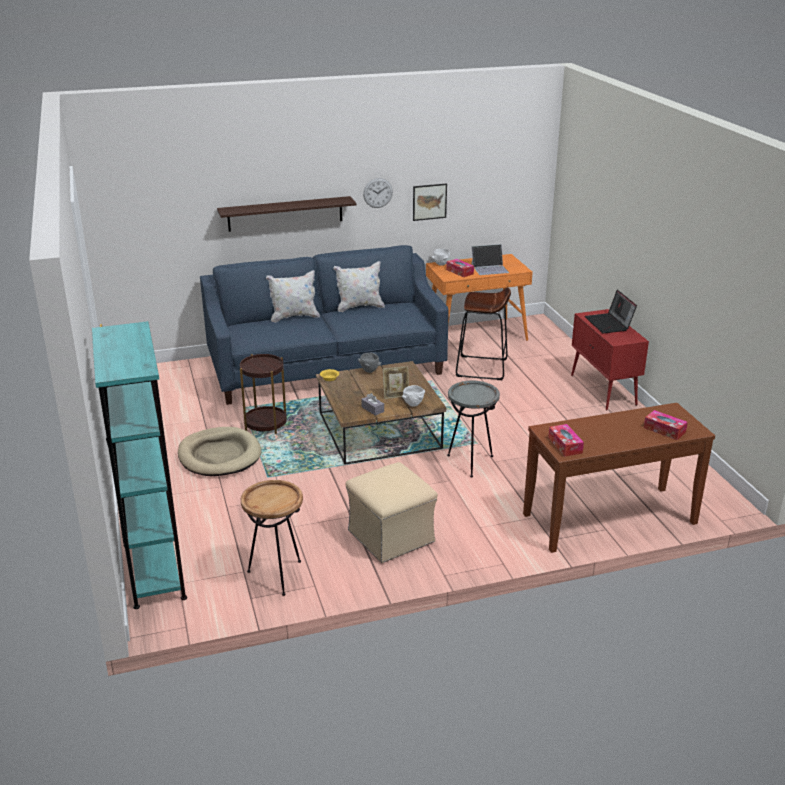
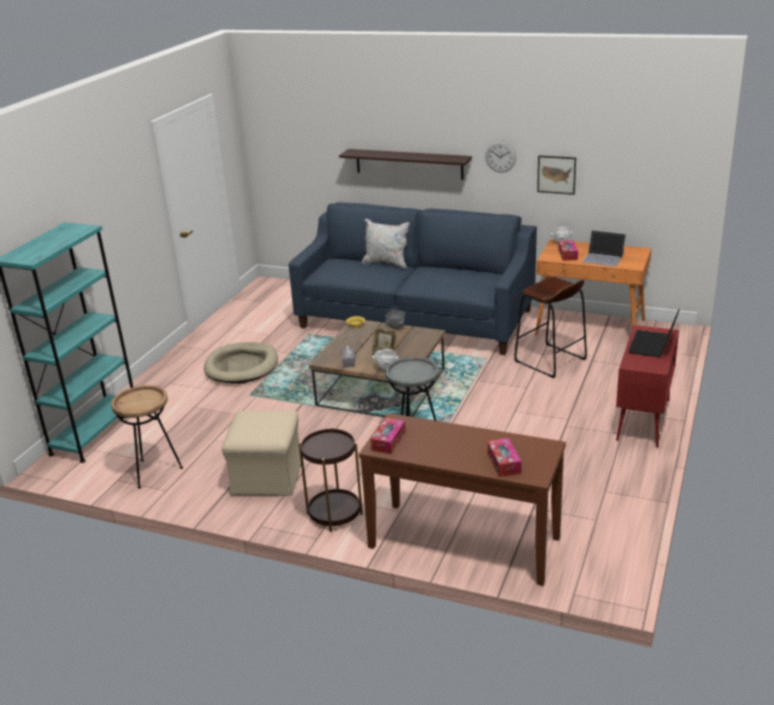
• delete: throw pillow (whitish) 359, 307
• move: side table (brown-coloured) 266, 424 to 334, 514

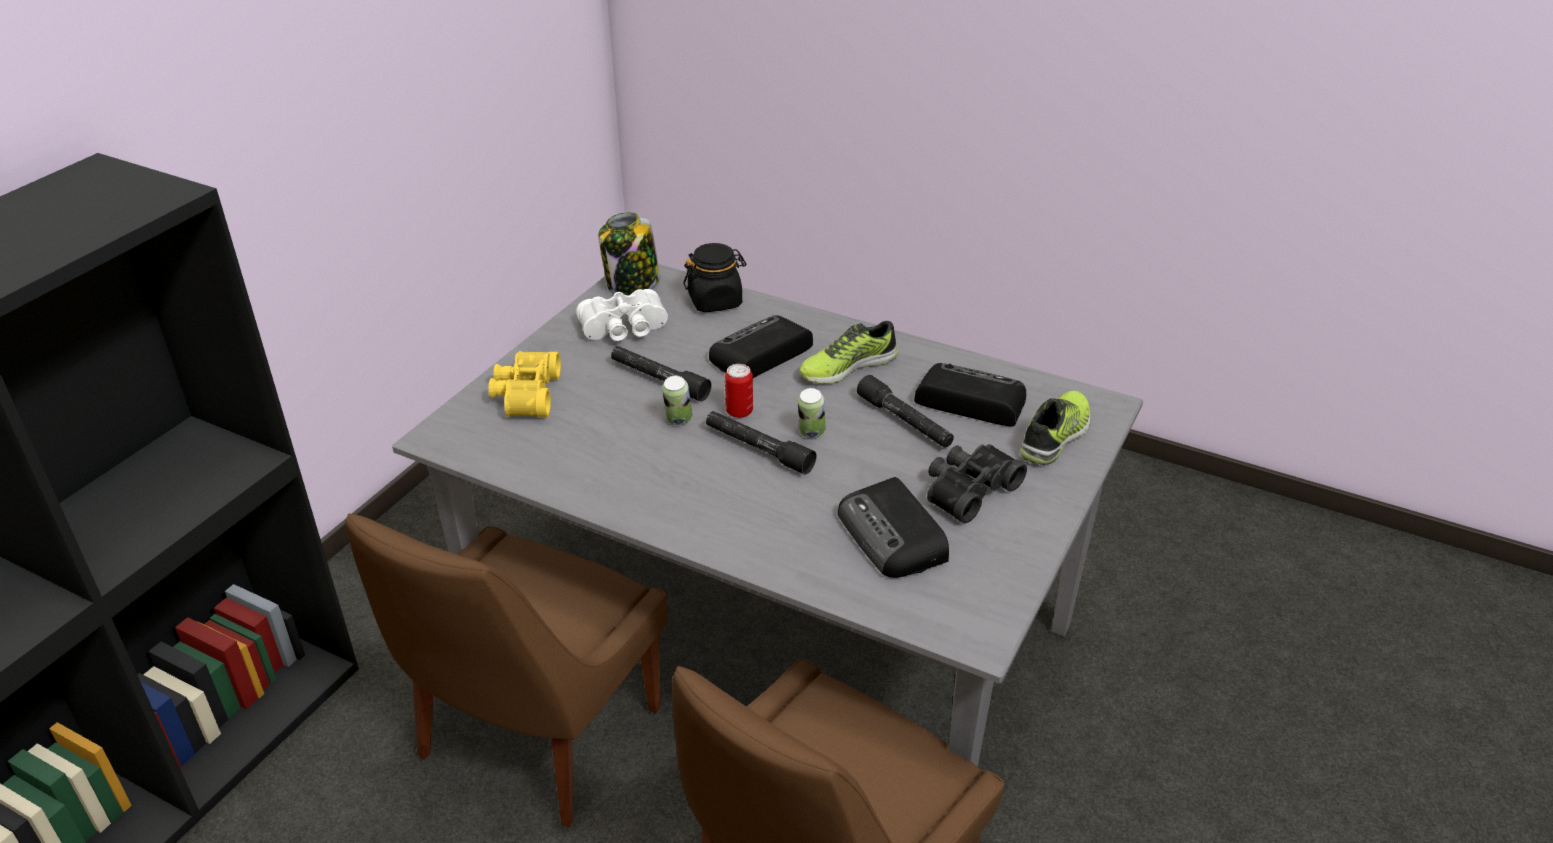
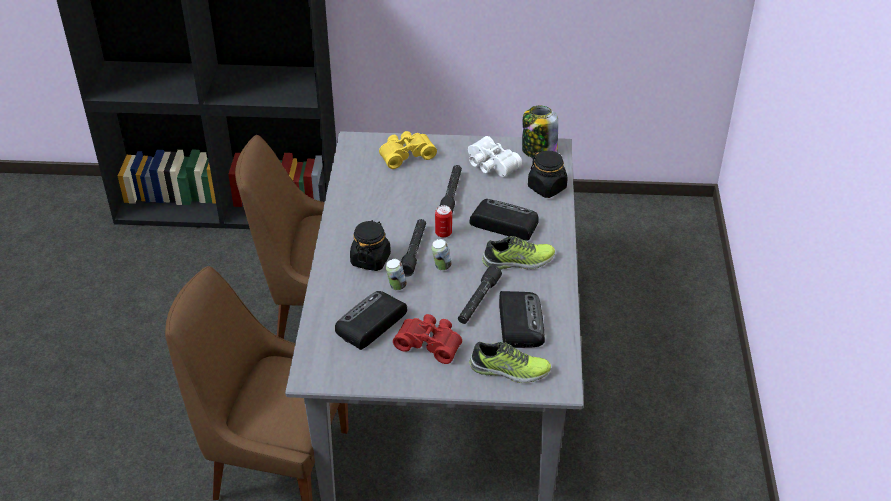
• insert: jar (black) 370, 259
• move: metal can 678, 421 to 396, 286
• recolor: binoculars (black) 967, 489 to binoculars (red) 430, 343
• rotate: shoe 847, 366 = 518, 261 135 degrees clockwise

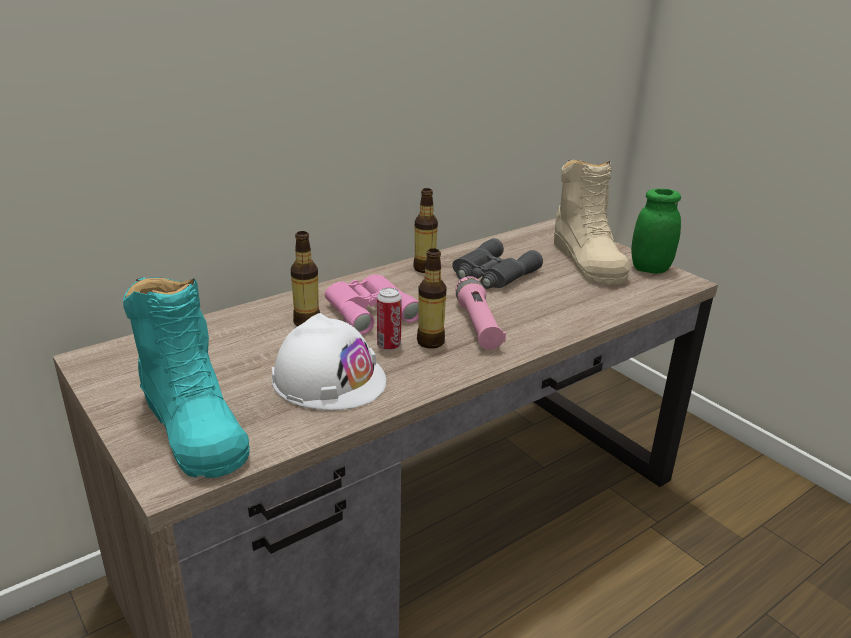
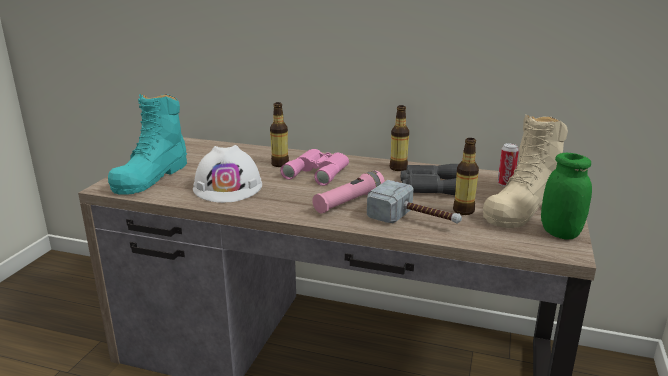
• insert: tool hammer 415, 220
• move: metal can 389, 346 to 505, 184
• move: bottle 430, 342 to 463, 211

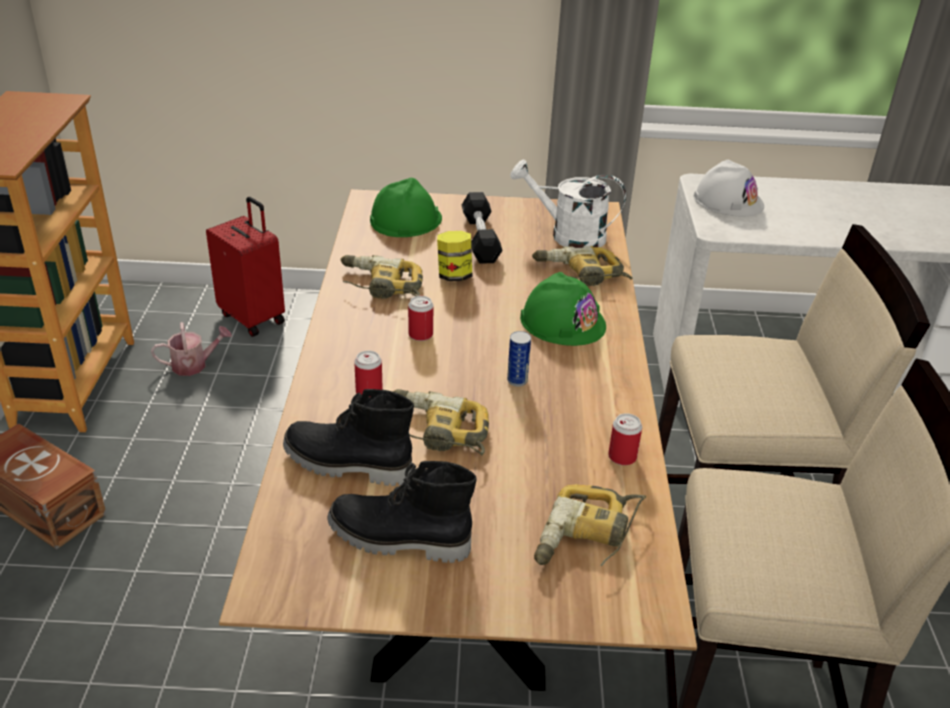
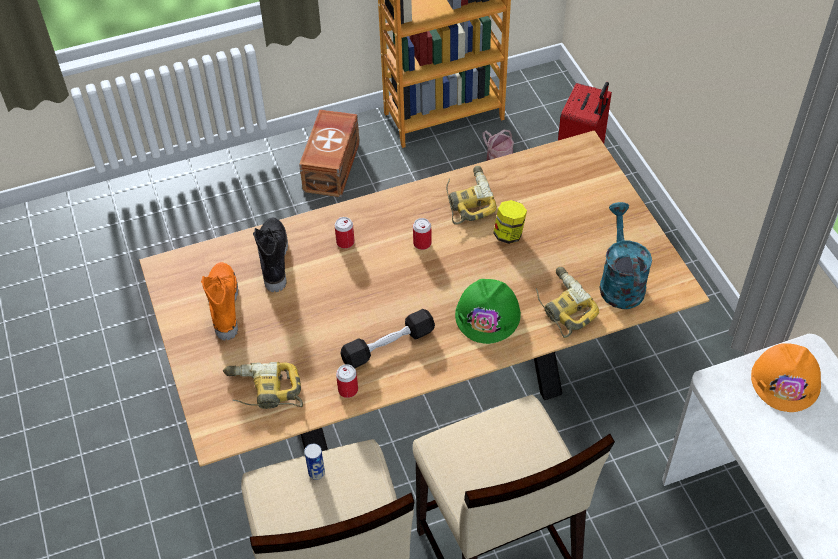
• delete: work helmet (greenish) 405, 219
• delete: power drill 436, 431
• move: free weight (black) 480, 238 to 388, 346
• move: metal can 517, 380 to 316, 473
• recolor: high-top boot (black) 398, 540 to high-top boot (orange-coloured) 223, 305
• recolor: watering pot (whitish) 568, 235 to watering pot (blue-green) 620, 282
• recolor: work helmet (whitish) 728, 201 to work helmet (orange-coloured) 785, 380

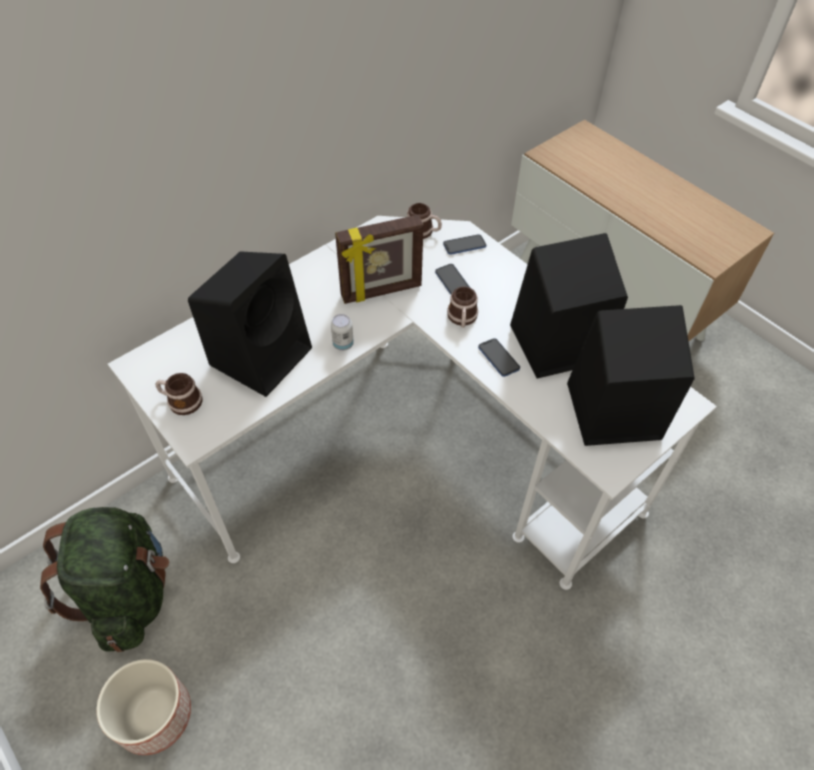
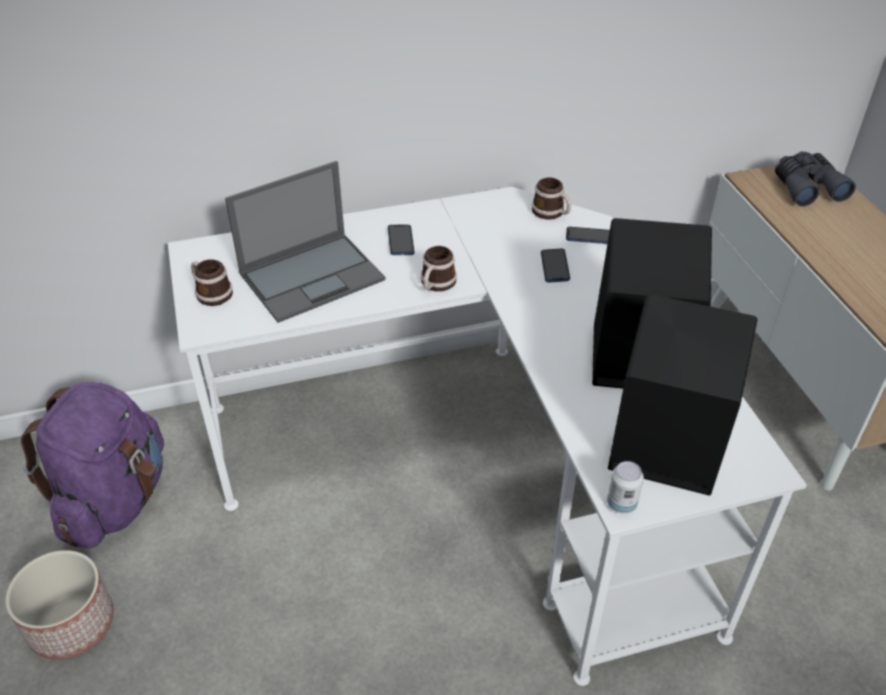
• delete: picture frame 381, 291
• insert: binoculars (gray) 806, 187
• move: metal can 343, 344 to 621, 504
• move: coffee mug 462, 319 to 436, 284
• move: handset 498, 358 to 400, 241
• replace: speaker (black) 262, 354 to notebook computer 313, 276
• recolor: backpack (greenish) 129, 593 to backpack (purplish) 115, 500

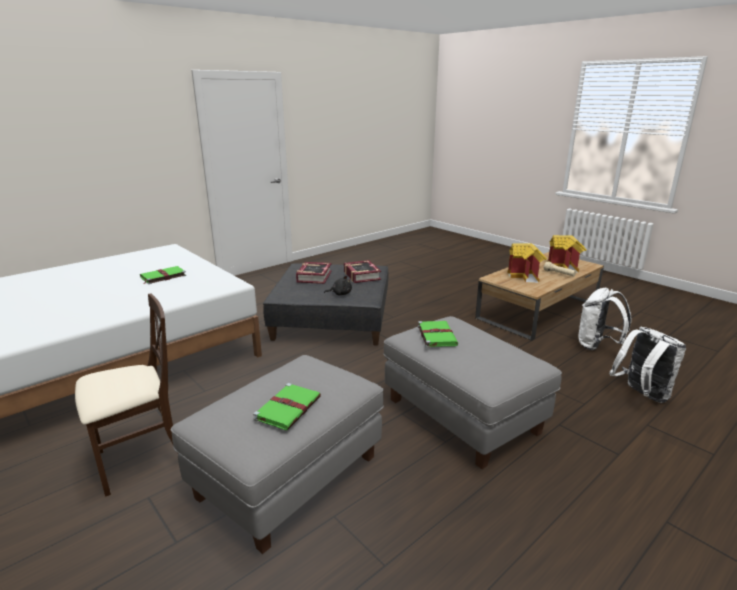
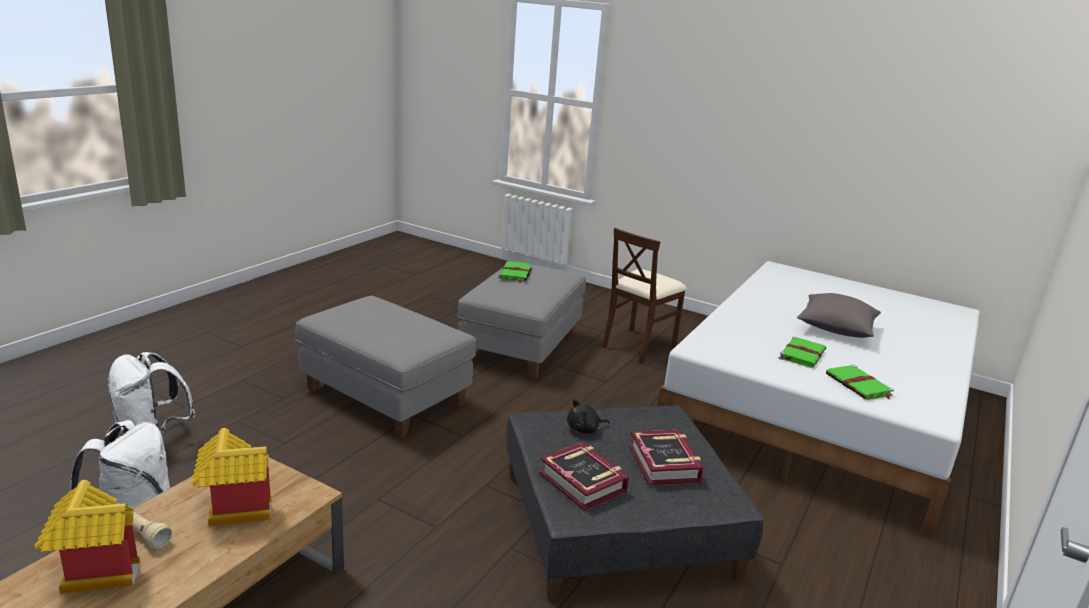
• insert: throw pillow (gray) 835, 329
• move: bound book (greenish) 436, 335 to 859, 385

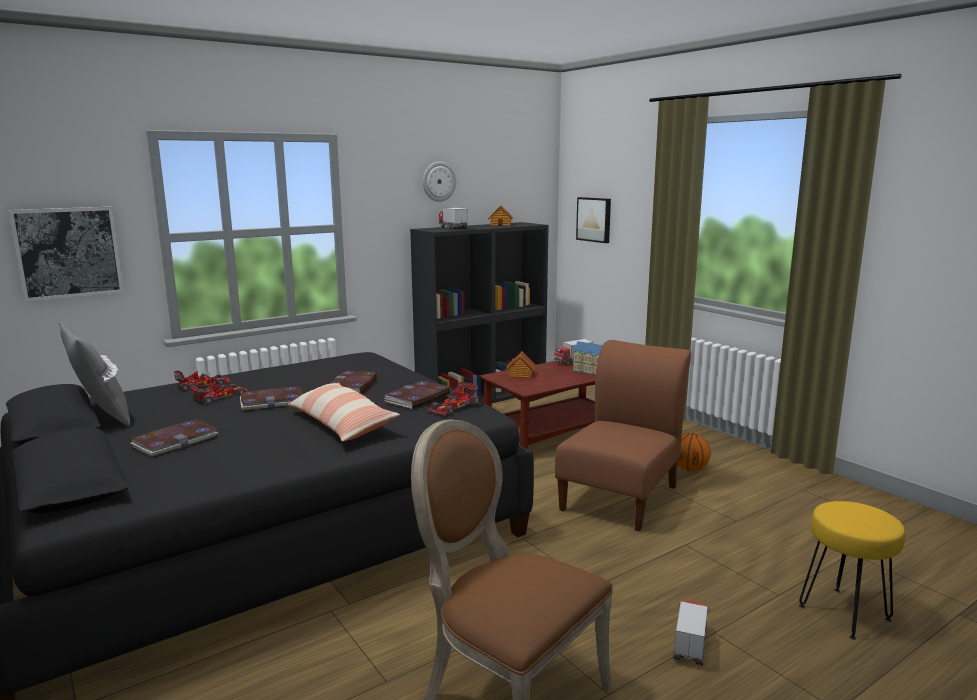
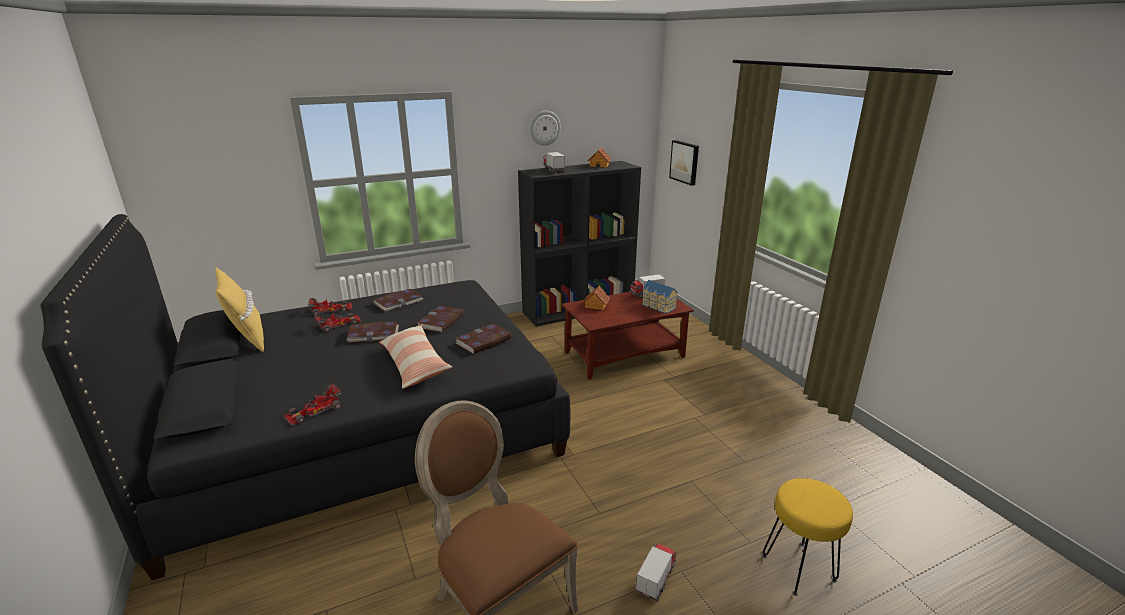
• delete: wall art 68, 252
• delete: plain chair (brown-coloured) 621, 496
• delete: ball for basketball 689, 469
• move: bound book 175, 441 to 398, 302
• move: toy car 453, 406 to 314, 410
• recolor: throw pillow (gray) 101, 416 to throw pillow (yellowish) 247, 339

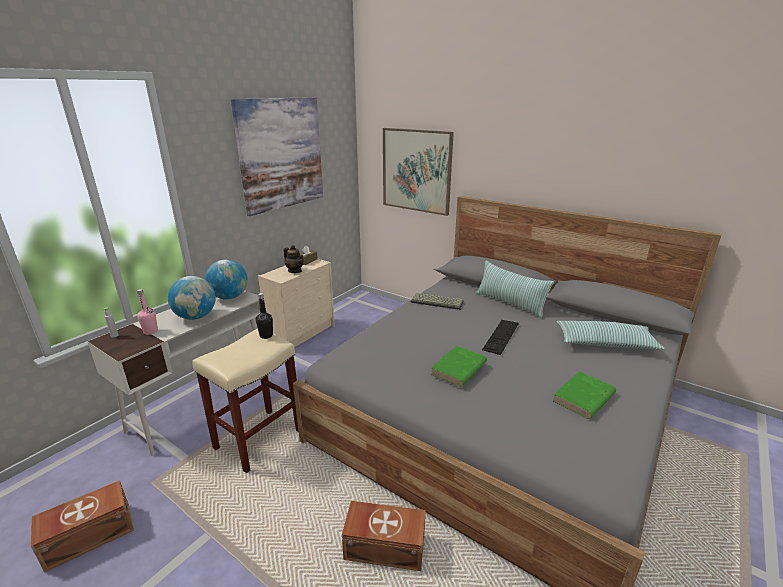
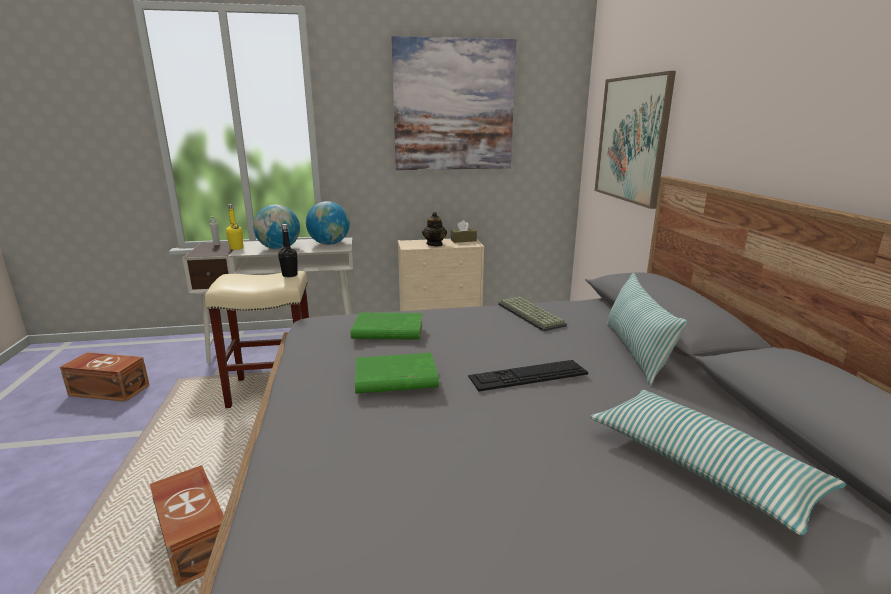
• move: bound book (greenish) 583, 398 to 387, 331
• recolor: bottle (pink-coloured) 151, 331 to bottle (yellowish) 236, 248

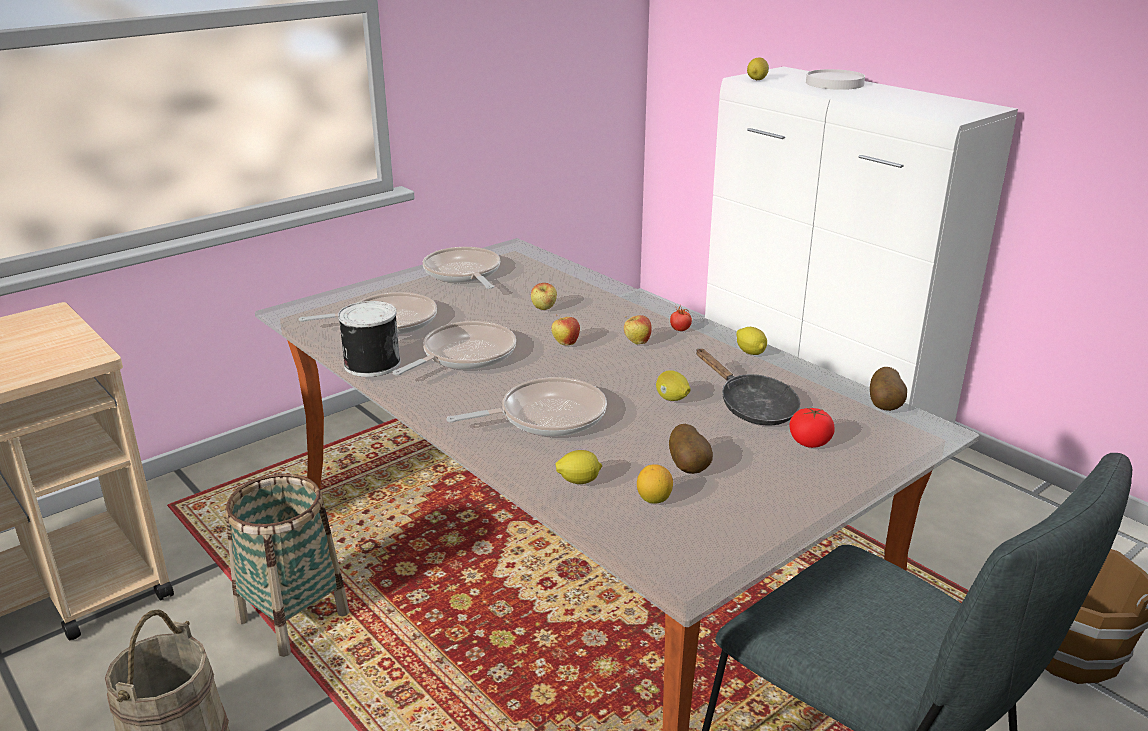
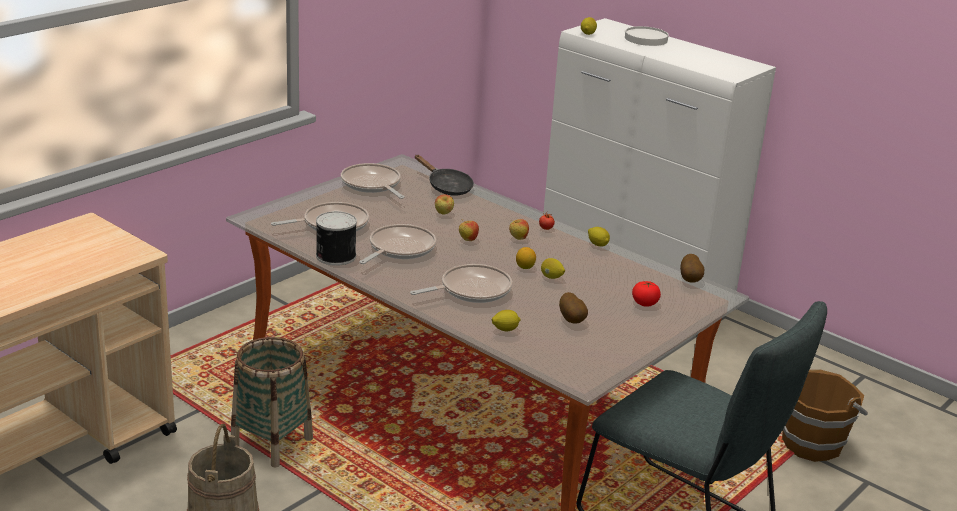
• move: citrus fruit 654, 499 to 525, 267
• move: frying pan (black) 752, 407 to 446, 187

